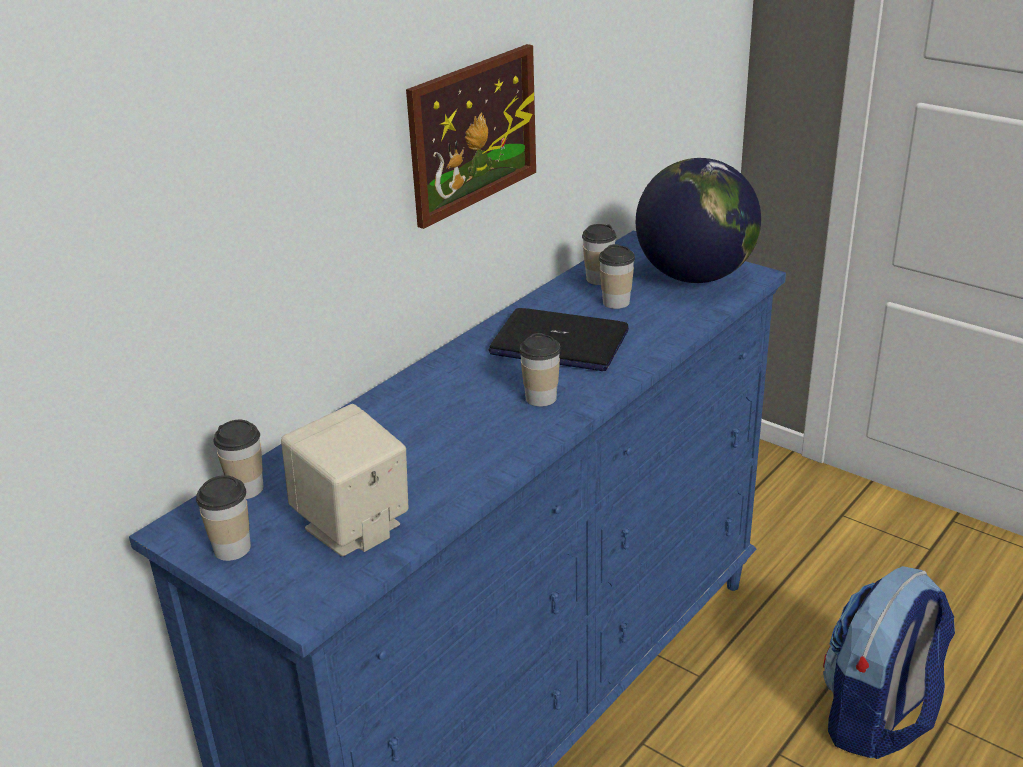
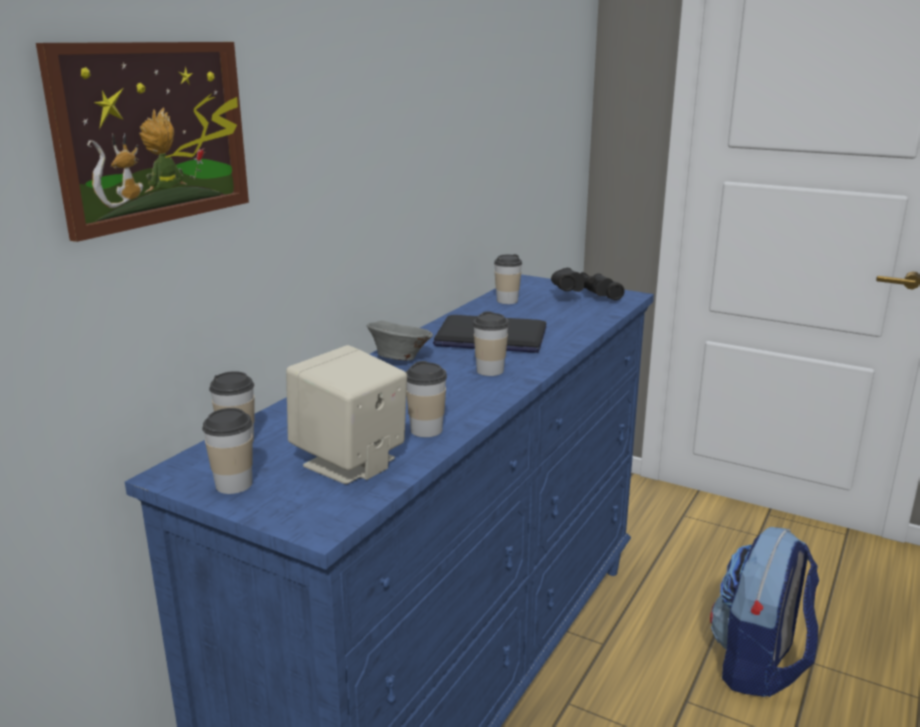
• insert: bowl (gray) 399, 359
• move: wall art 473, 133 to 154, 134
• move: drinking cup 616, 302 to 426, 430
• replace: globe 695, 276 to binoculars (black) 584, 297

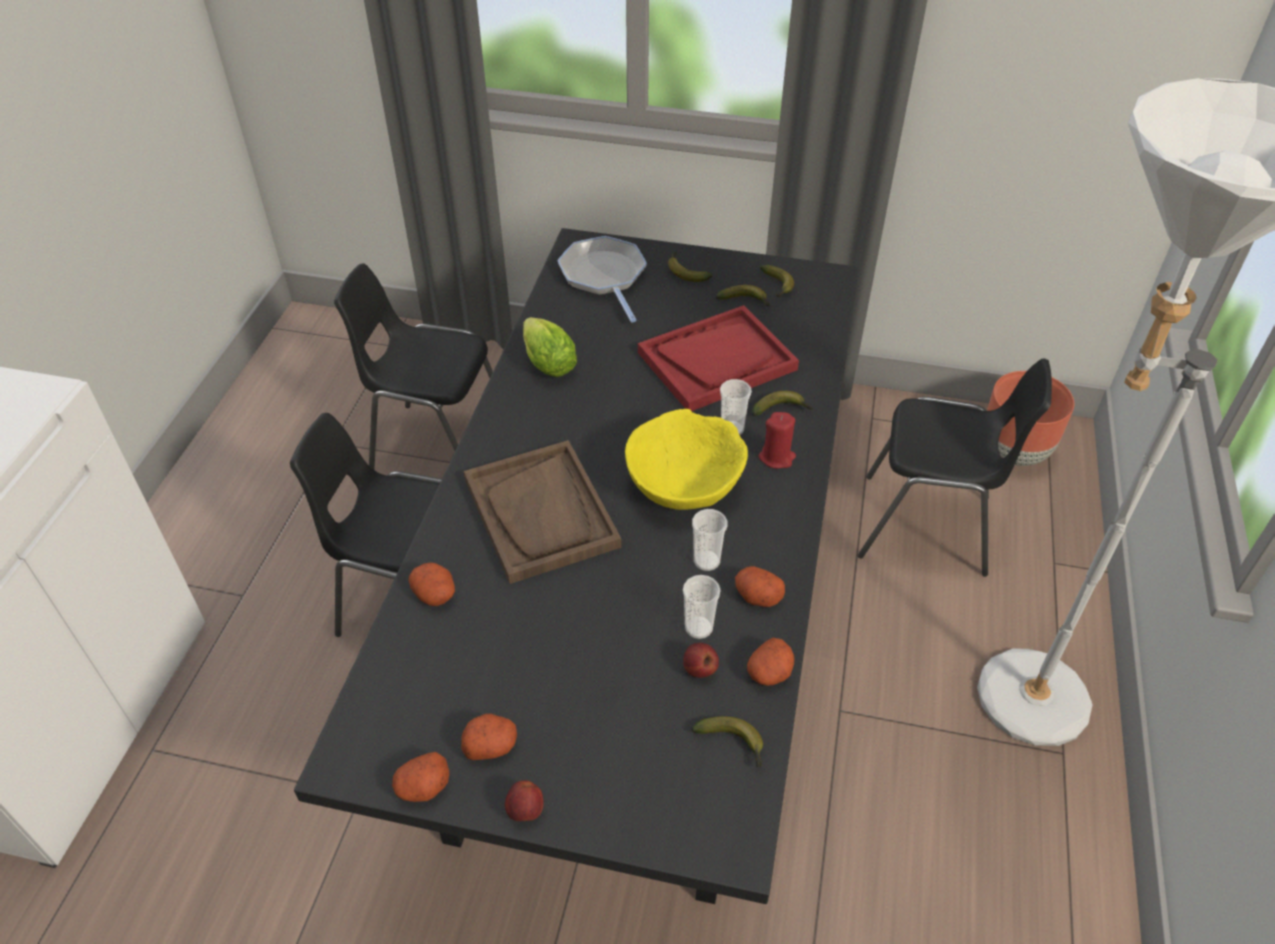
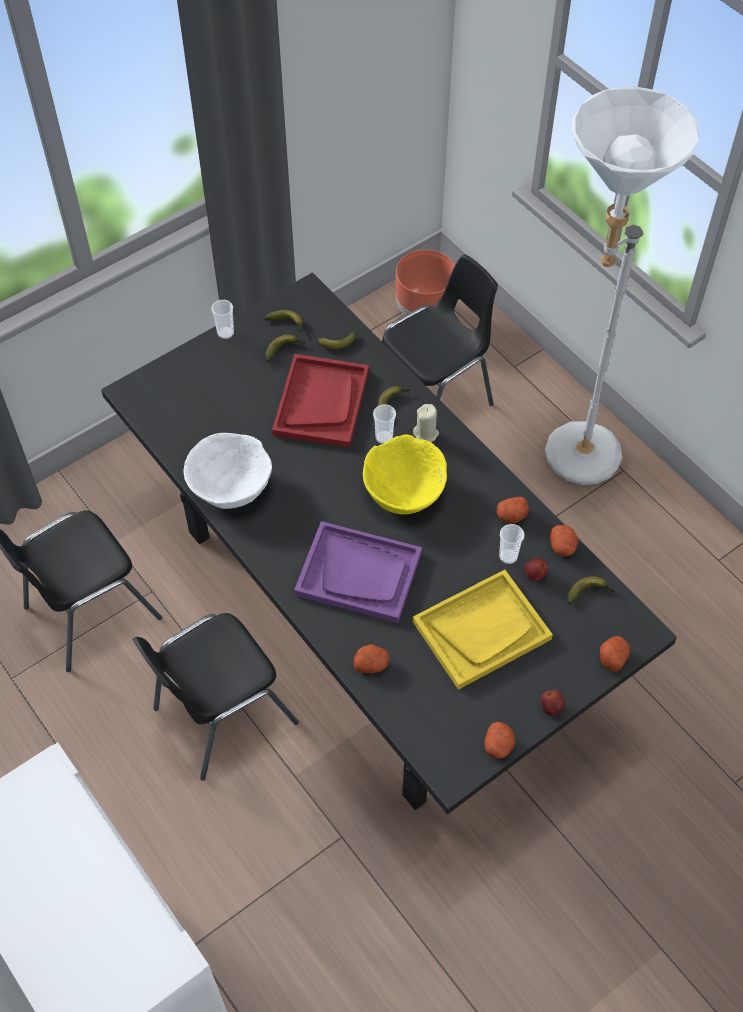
• delete: frying pan 604, 277
• insert: carrying tray (yellowish) 481, 630
• move: whole potato 491, 745 to 612, 657
• move: banana fruit 685, 272 to 334, 342
• move: drinking cup 706, 561 to 225, 333
• replace: lettuce head 546, 361 to bowl (whitish) 230, 487
• recolor: carrying tray (brown-coloured) 541, 513 to carrying tray (purplish) 359, 573
• recolor: wax candle (red) 777, 457 to wax candle (beige) 426, 433

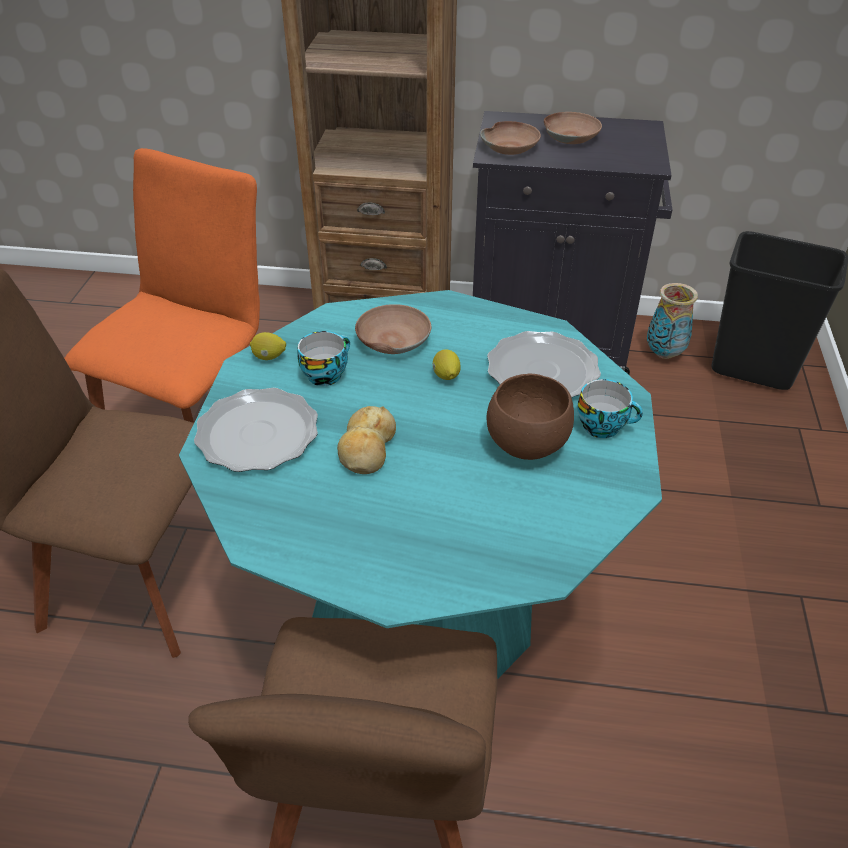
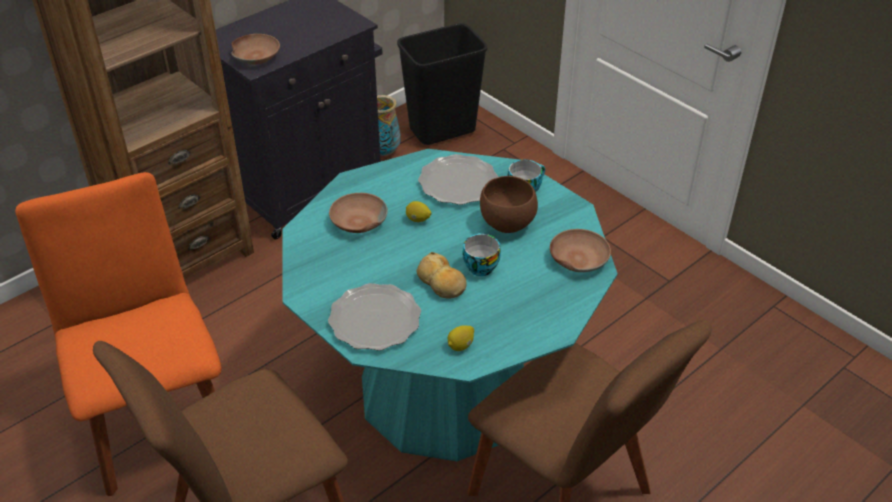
• move: citrus fruit 269, 357 to 461, 345
• move: drinking cup 325, 373 to 479, 266
• move: bowl (brown-coloured) 570, 136 to 578, 258

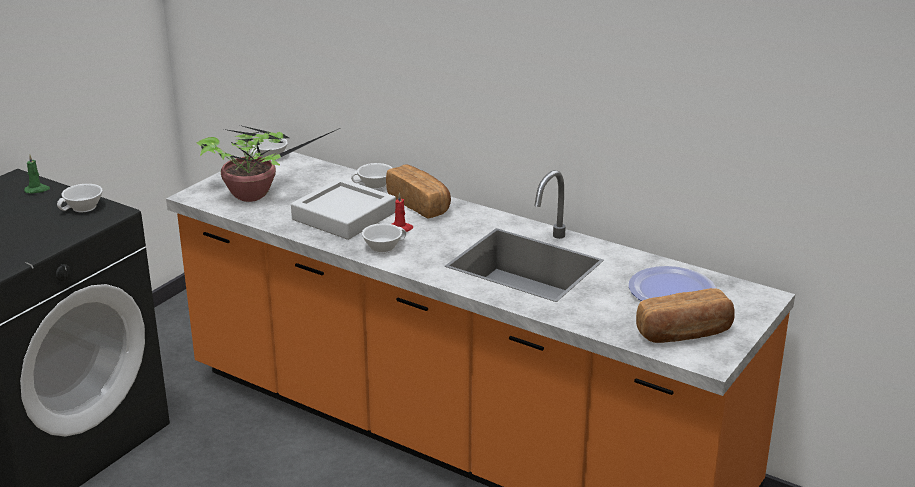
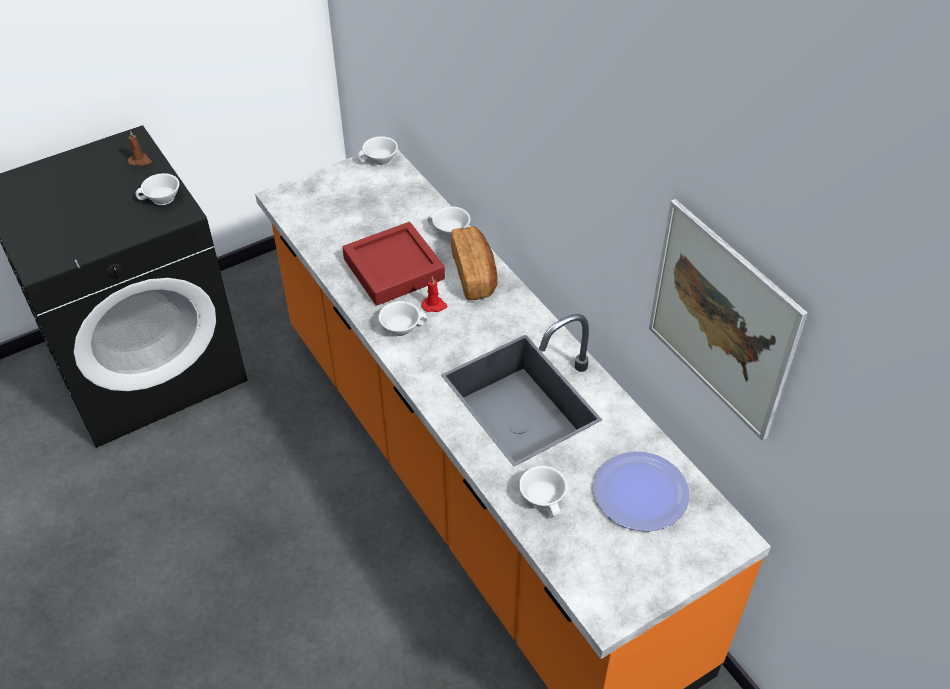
• delete: potted plant 254, 195
• delete: baked bread 684, 333
• insert: drinking cup (whitish) 544, 497
• insert: wall art 721, 320
• recolor: wax candle (greenish) 37, 190 to wax candle (brown-coloured) 140, 161
• recolor: carrying tray (gray) 344, 216 to carrying tray (red) 394, 269

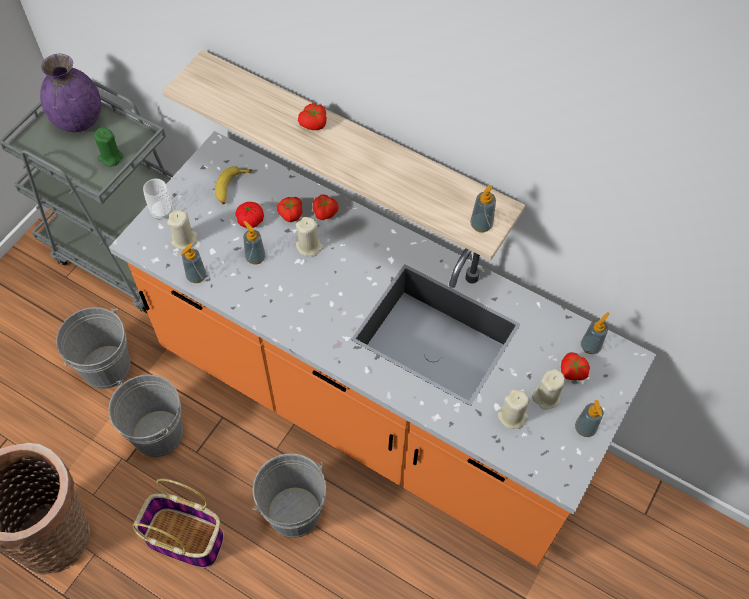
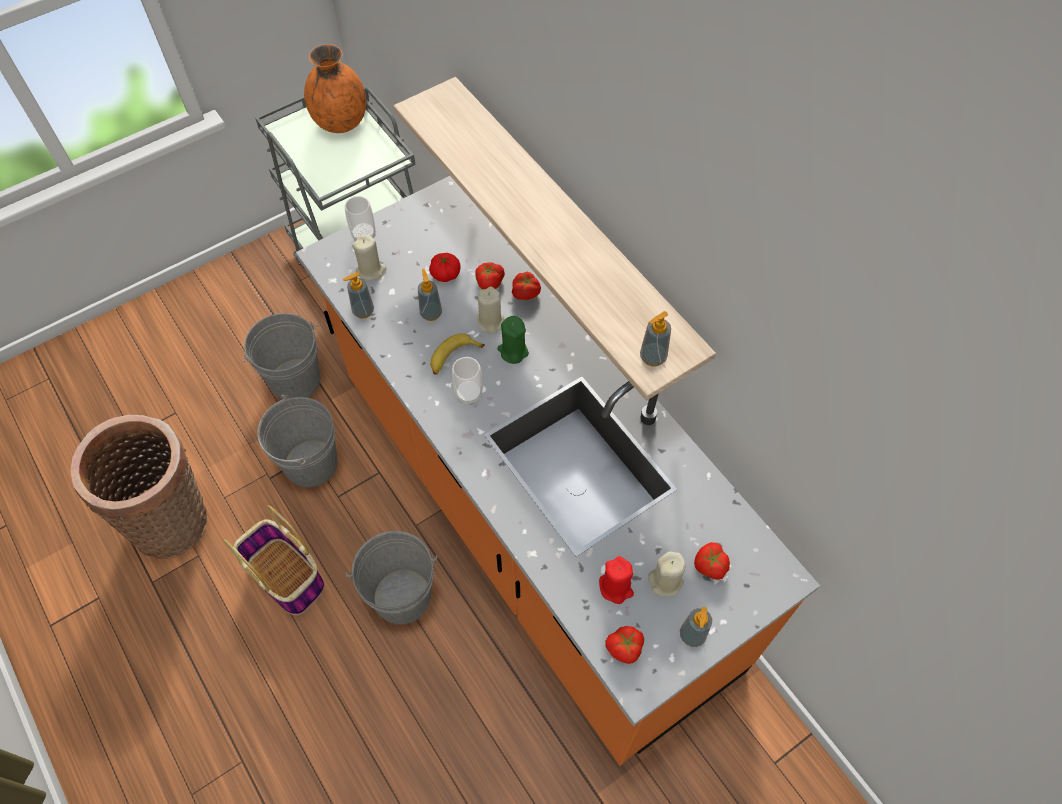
• delete: soap bottle 590, 346
• insert: drinking cup 469, 394
• move: wax candle (greenish) 111, 157 to 513, 351
• move: banana fruit 231, 188 to 453, 358
• move: fresh tomato 314, 124 to 625, 648
• recolor: vase (purplish) 79, 120 to vase (orange-coloured) 341, 122
• recolor: wax candle (beige) 512, 416 to wax candle (red) 616, 587

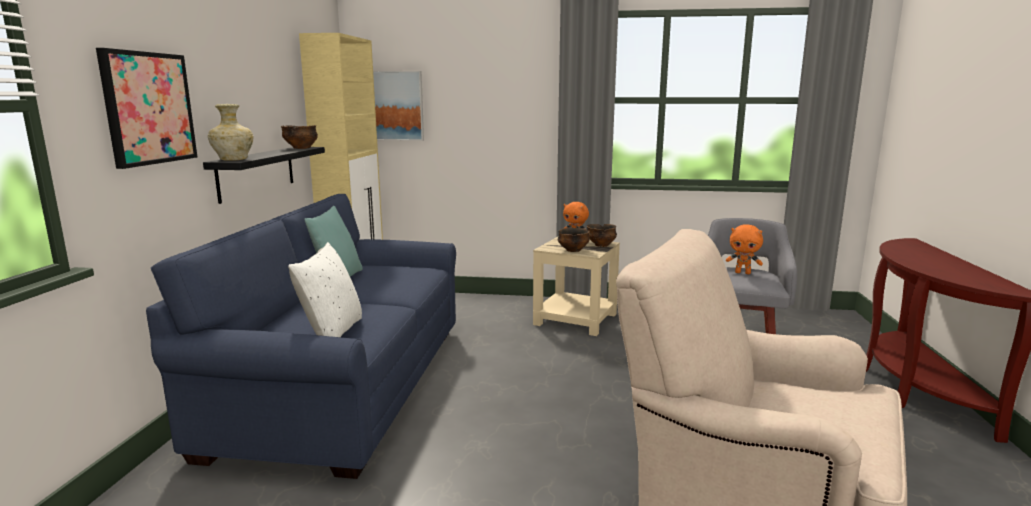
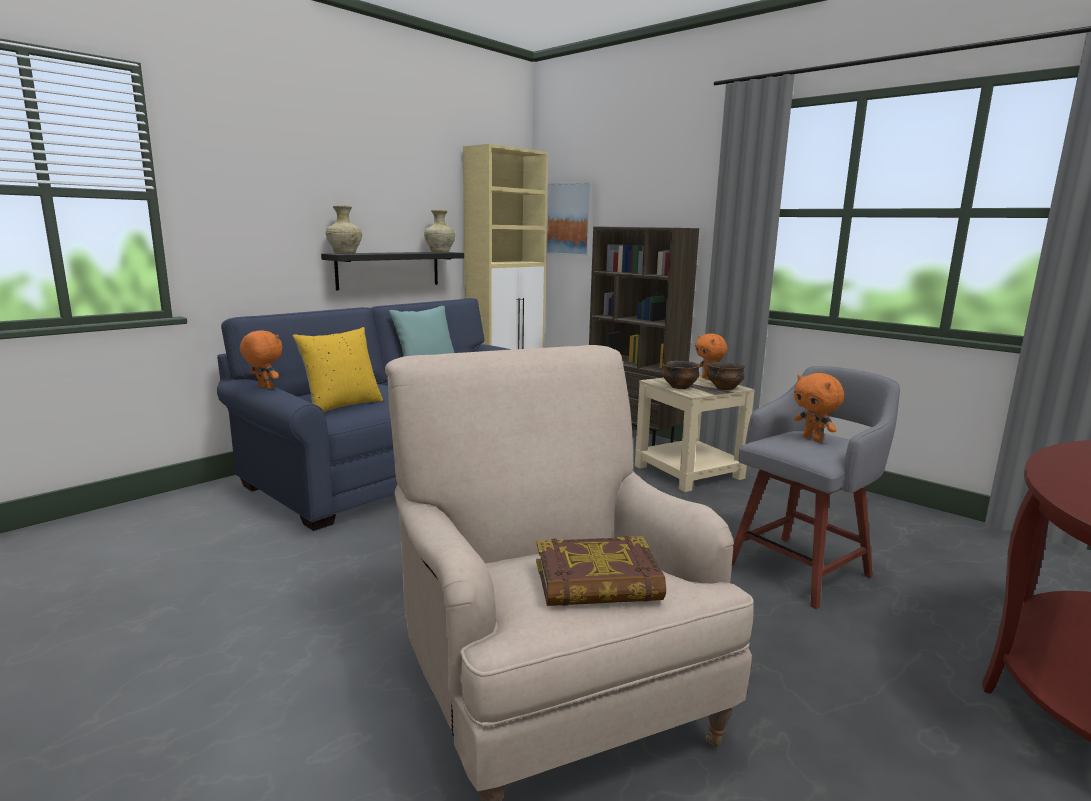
• delete: wall art 148, 108
• insert: plush toy (orange-coloured) 264, 388
• insert: bound book 597, 582
• insert: bookshelf (brown-coloured) 634, 438
• replace: bowl 301, 148 to vase (beige) 440, 252
• recolor: throw pillow (whitish) 331, 333 to throw pillow (yellowish) 342, 405

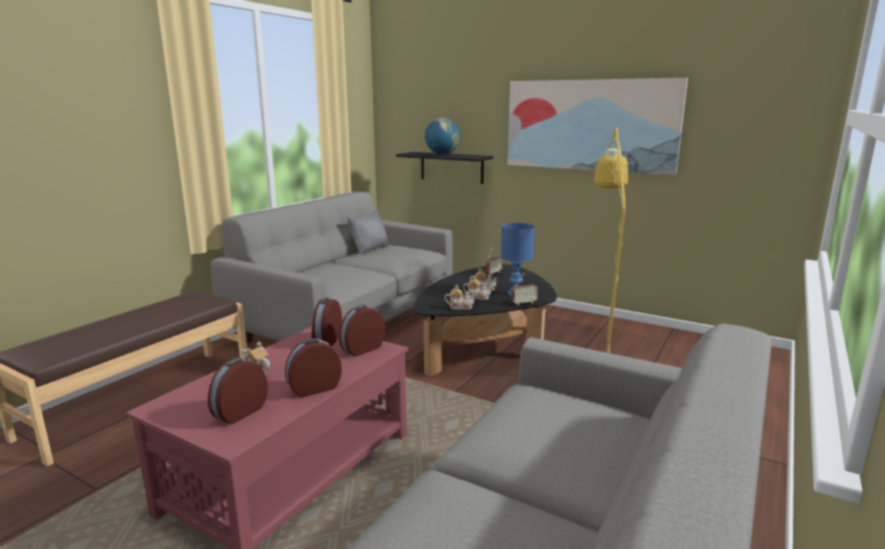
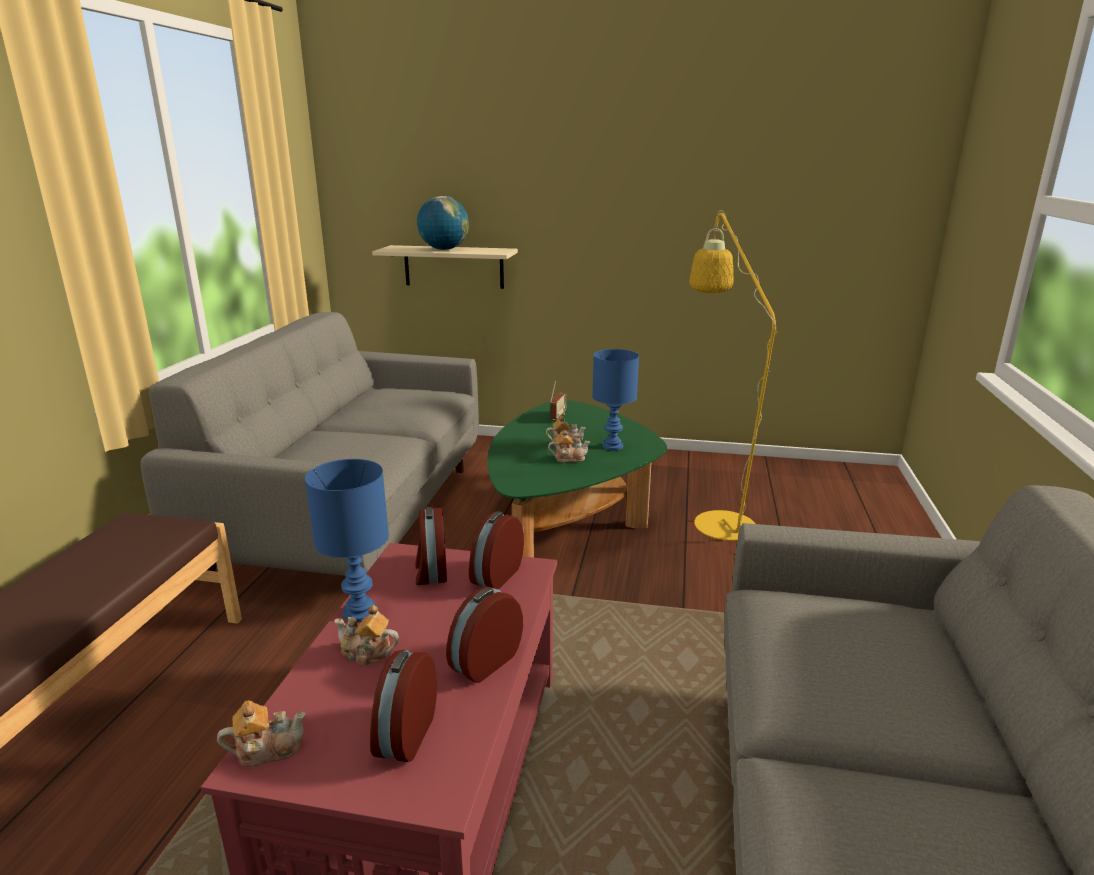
• delete: throw pillow (gray) 370, 249
• delete: wall art 589, 125
• delete: radio receiver 524, 303
• insert: tabletop lamp (bluish) 361, 611
• move: tea pot 460, 307 to 267, 749
• recolor: bracket shelf (black) 451, 167 to bracket shelf (beige) 453, 267
• recolor: coffee table (black) 486, 347 to coffee table (greenish) 568, 521

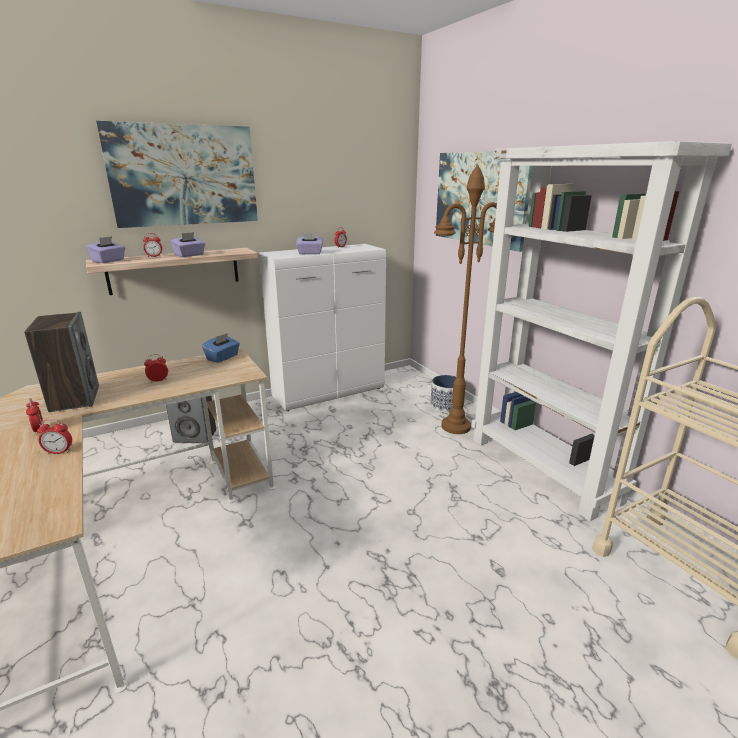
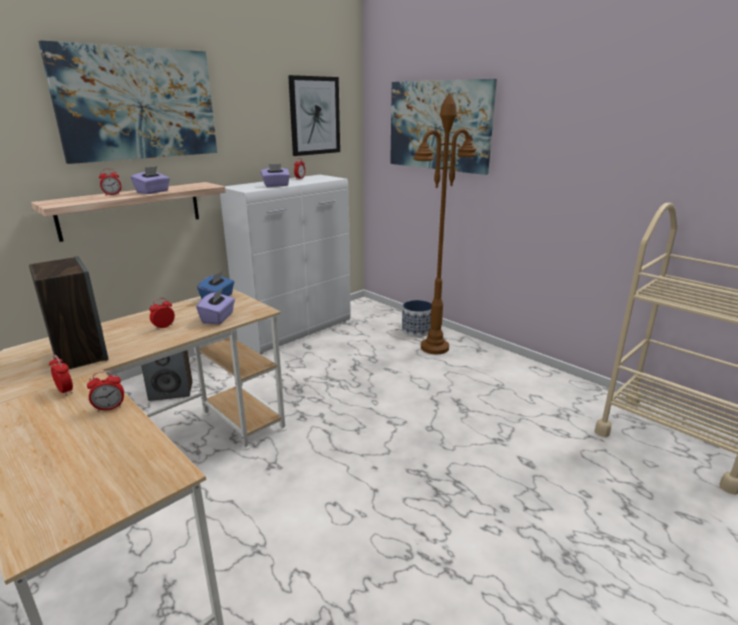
• delete: bookshelf (whitish) 544, 468
• insert: wall art 314, 116
• move: box of tissues (purplish) 109, 261 to 218, 318

